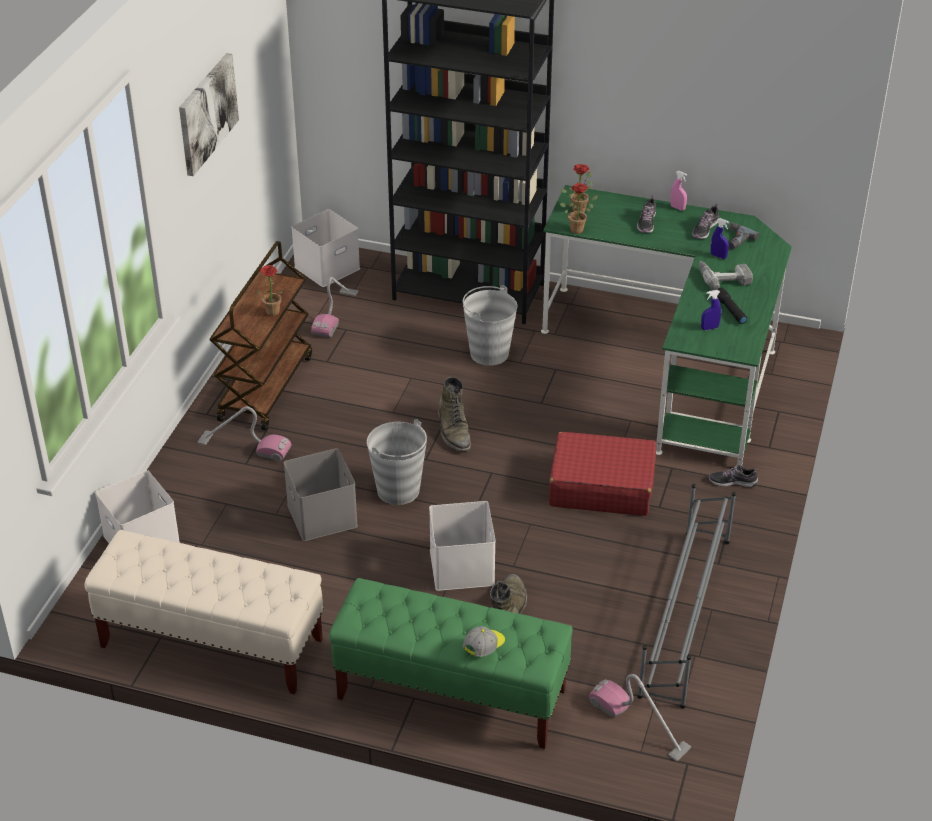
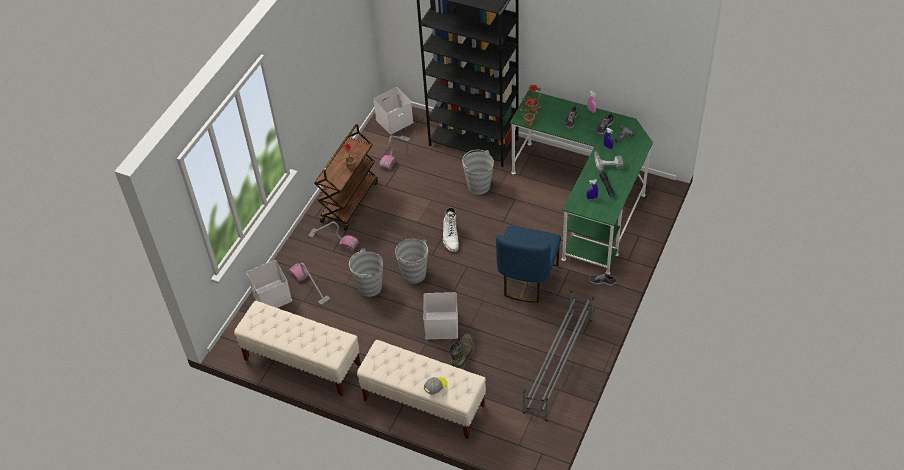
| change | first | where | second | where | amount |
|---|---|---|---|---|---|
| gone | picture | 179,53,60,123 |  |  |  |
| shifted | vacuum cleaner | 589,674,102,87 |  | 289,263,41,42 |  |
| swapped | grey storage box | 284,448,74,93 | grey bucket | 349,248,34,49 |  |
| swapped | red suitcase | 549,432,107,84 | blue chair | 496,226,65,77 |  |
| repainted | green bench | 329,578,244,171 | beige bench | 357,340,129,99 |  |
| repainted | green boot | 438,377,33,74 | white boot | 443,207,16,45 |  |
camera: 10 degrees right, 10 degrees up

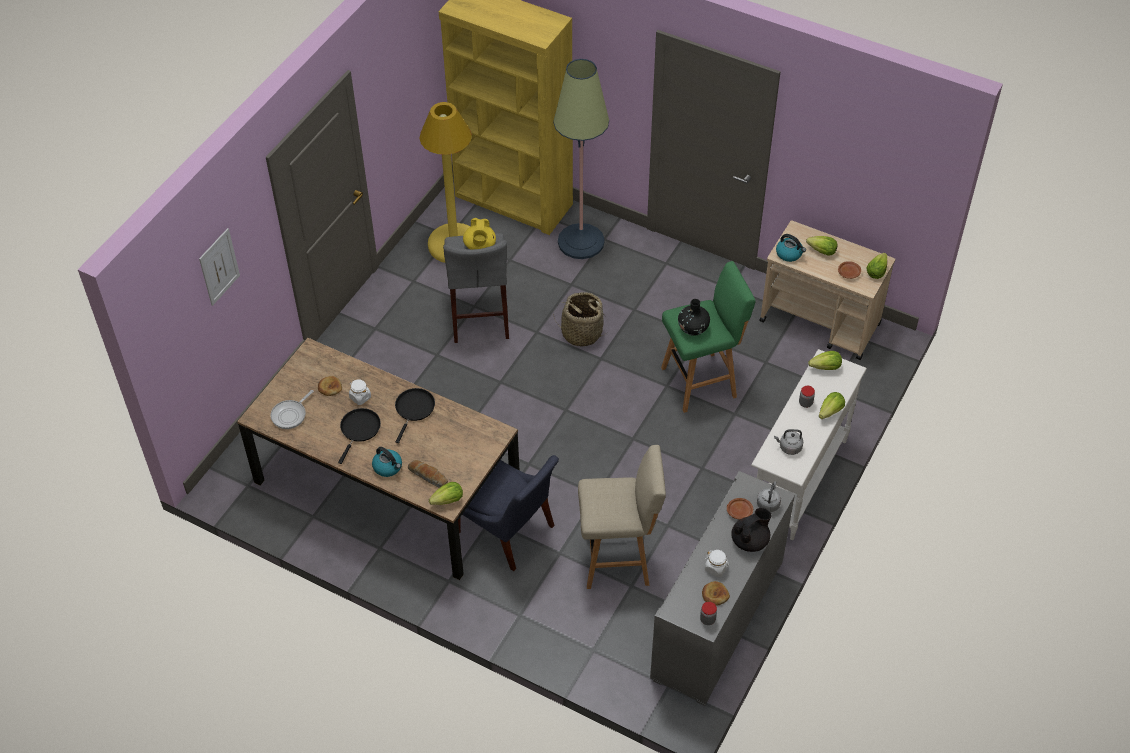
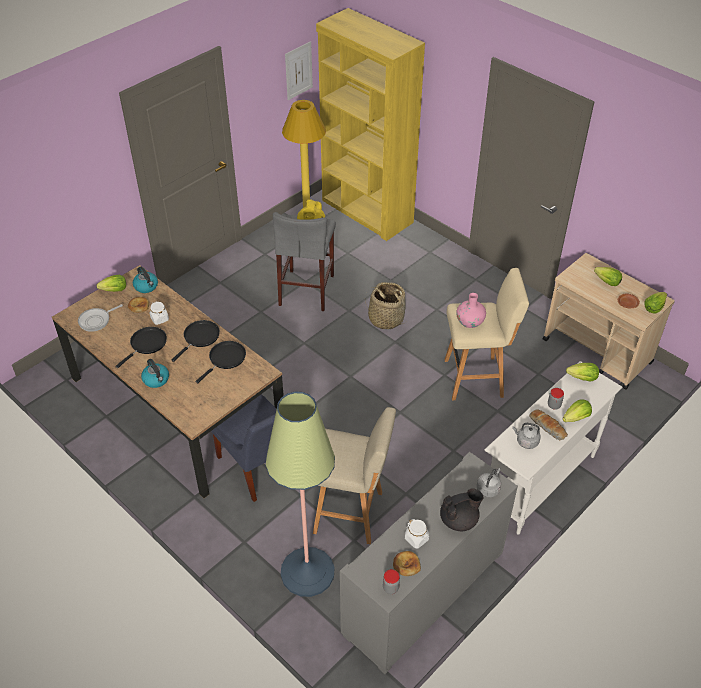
| change | first | where | second | where | amount |
|---|---|---|---|---|---|
| gone | brown plate | 727,498,26,22 |  |  |  |
| new |  |  | black frying pan | 196,341,50,42 |  |
| shifted | picture | 199,228,41,78 |  | 285,41,28,59 |  |
| shifted | bread | 408,460,40,28 |  | 529,410,39,30 |  |
| shifted | lettuce | 429,482,34,23 |  | 97,275,29,17 |  |
| shifted | floor lamp | 553,59,56,200 |  | 265,392,70,205 |  |
| shifted | kettle | 776,234,30,28 |  | 133,267,25,26 |  |
| repainted | green stool | 661,261,95,152 | beige stool | 444,268,85,132 |  |
| repainted | black vase | 678,299,32,37 | pink vase | 456,293,30,35 |  |
camera: 15 degrees right, 5 degrees down

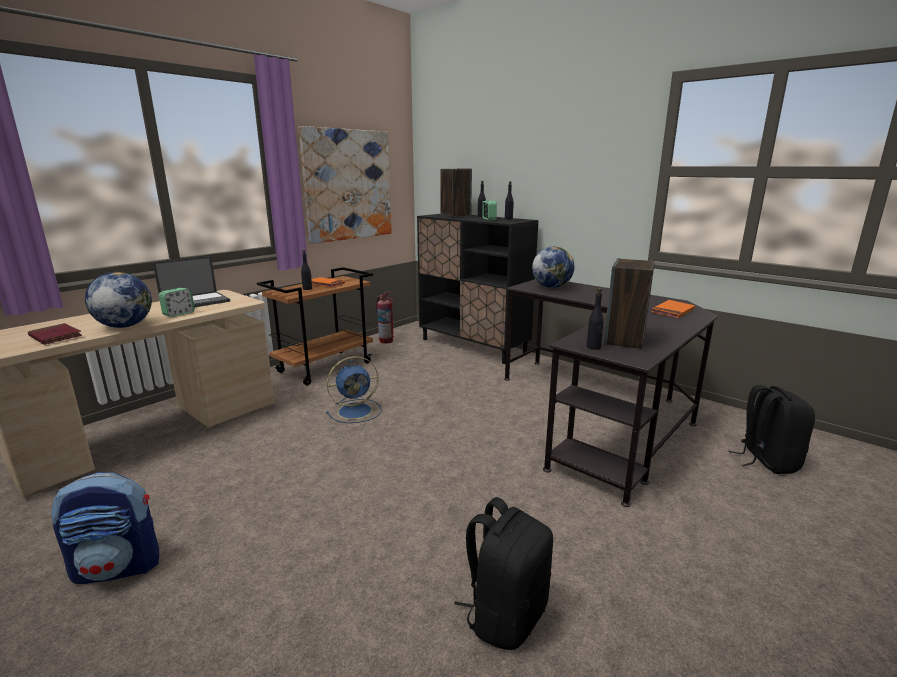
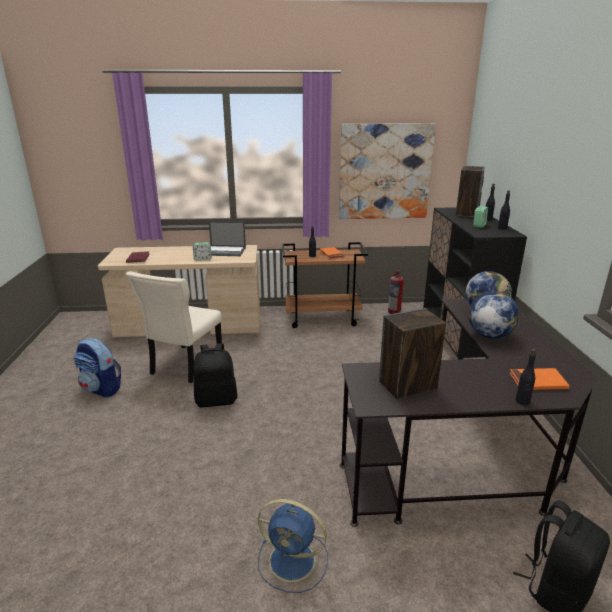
| change | first | where | second | where | amount |
|---|---|---|---|---|---|
| new |  |  | beige chair | 126,272,96,111 |  |
| shifted | globe | 85,272,67,56 |  | 468,291,51,48 |  |
| shifted | blue fan | 326,356,56,67 |  | 258,499,70,94 |  |
| shifted | black backpack | 454,497,99,153 |  | 194,343,44,65 |  |
| shifted | black bottle | 587,288,17,62 |  | 515,349,21,56 |  |
camera: 45 degrees right, 5 degrees up

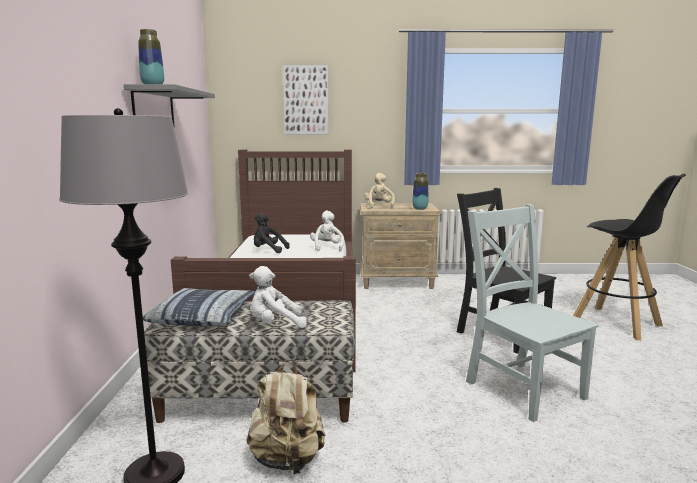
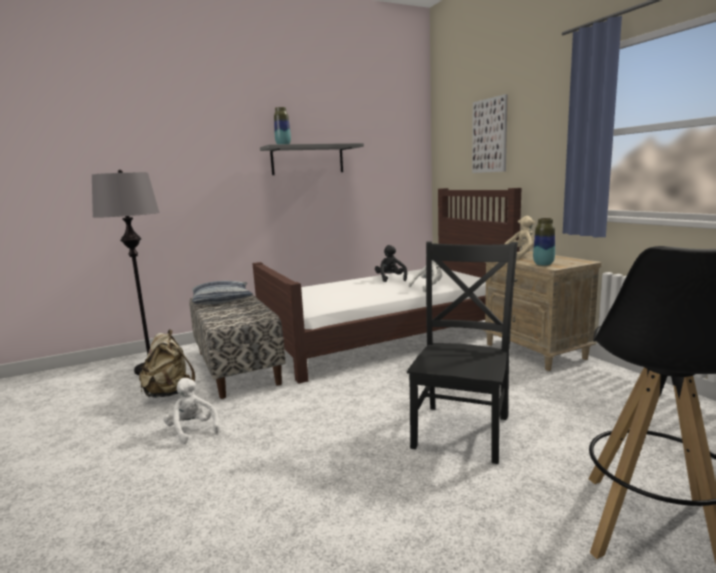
| change | first | where | second | where | amount |
|---|---|---|---|---|---|
| gone | grey chair | 466,204,133,218 |  |  |  |
| shifted | white plush toy | 249,266,58,62 |  | 163,378,56,66 |  |
camera: 65 degrees right, 0 degrees up

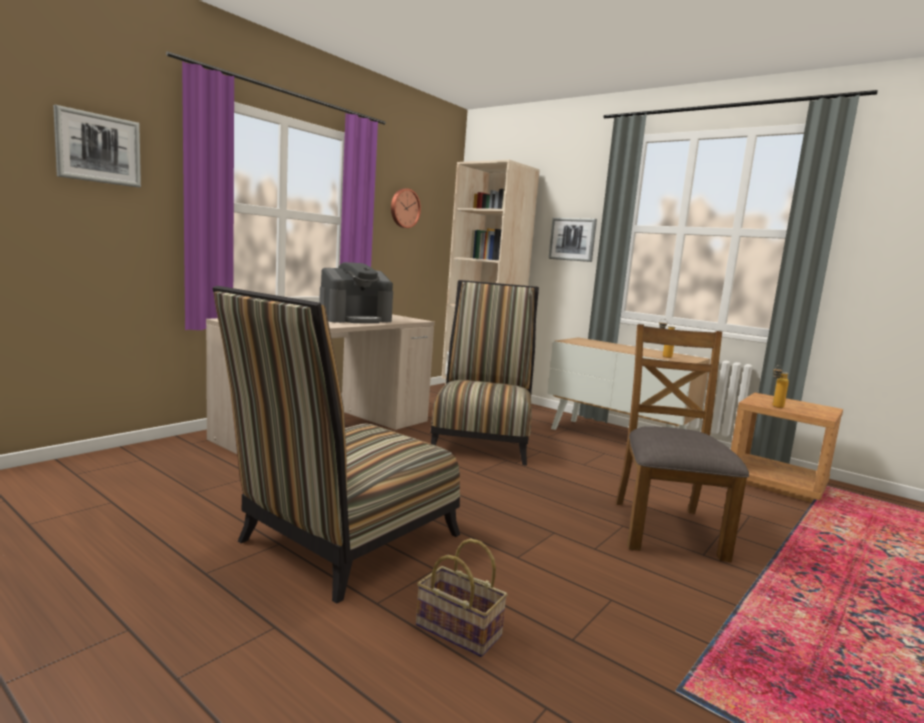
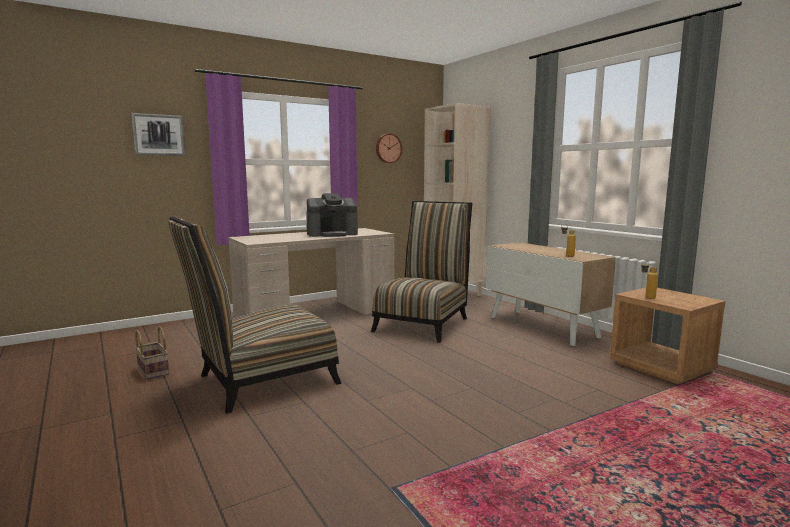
| change | first | where | second | where | amount |
|---|---|---|---|---|---|
| gone | picture | 548,218,49,44 |  |  |  |
| gone | brown chair | 616,324,133,238 |  |  |  |
| shifted | basket | 416,539,92,118 |  | 135,326,34,54 |  |
camera: 20 degrees right, 0 degrees up

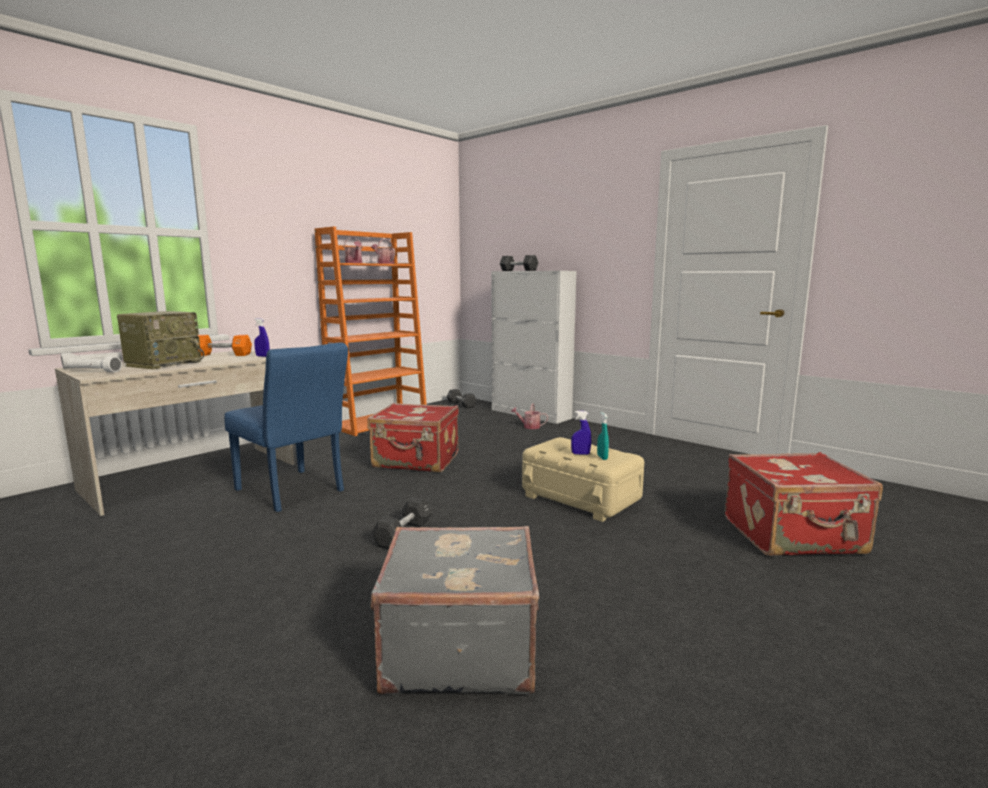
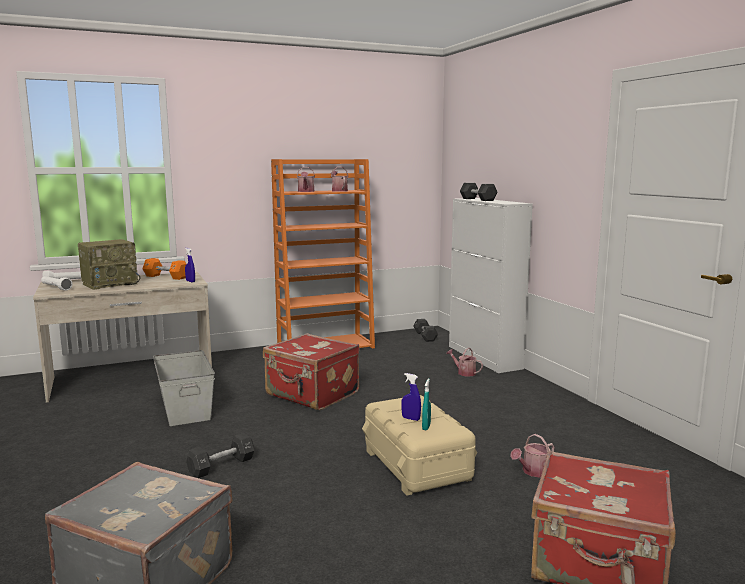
| change | first | where | second | where | amount |
|---|---|---|---|---|---|
| new |  |  | watering can | 510,434,45,44 |  |
| swapped | blue chair | 224,342,124,170 | grey storage box | 153,350,62,76 |  |
camera: 25 degrees right, 0 degrees up

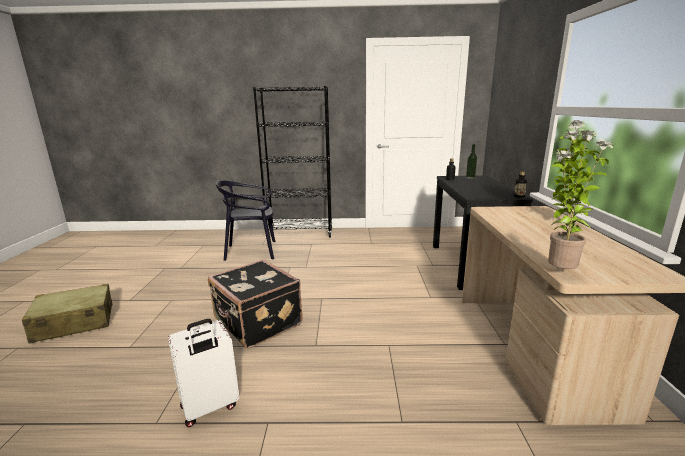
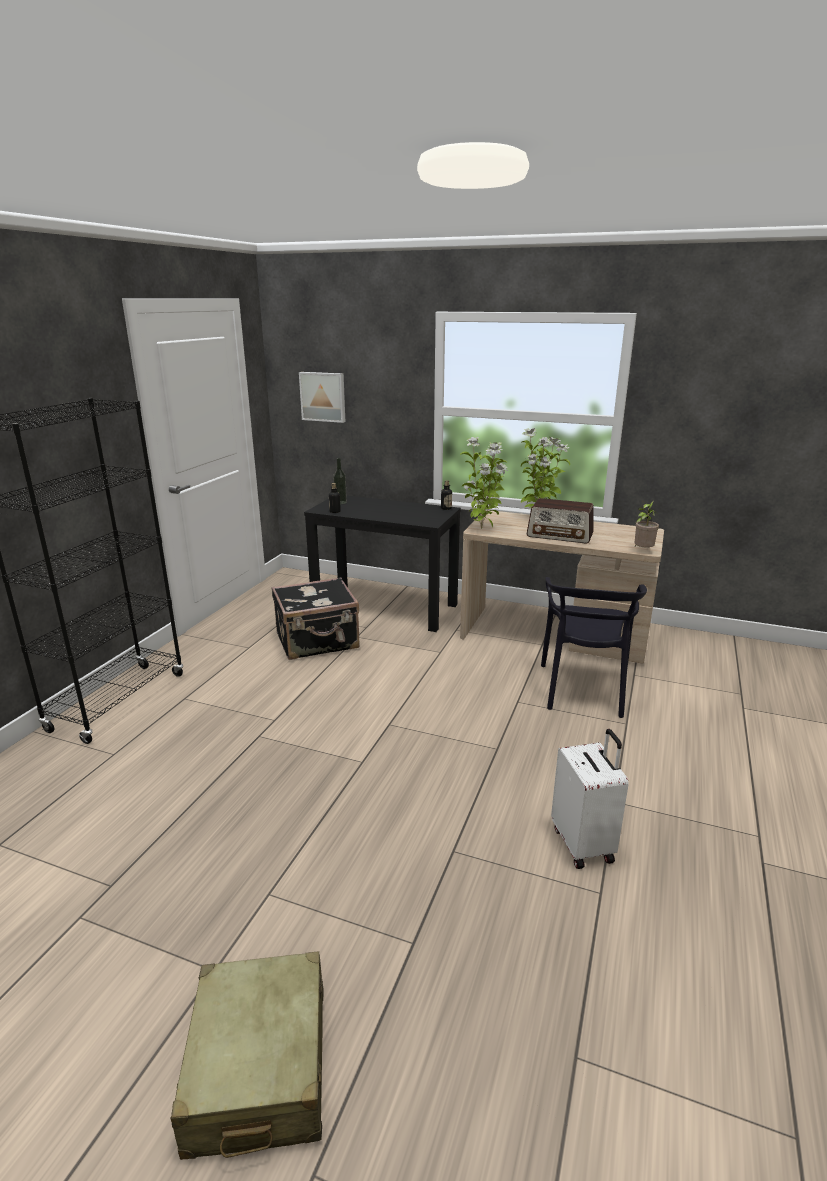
| change | first | where | second | where | amount |
|---|---|---|---|---|---|
| new |  |  | picture | 299,372,46,51 |  |
| new |  |  | potted plant | 460,437,48,92 |  |
| new |  |  | radio | 527,498,67,46 |  |
| shifted | black suitcase | 208,259,95,89 |  | 272,577,88,83 |  |
| shifted | black chair | 216,180,60,81 |  | 541,577,106,141 |  |
camera: 70 degrees left, 5 degrees up

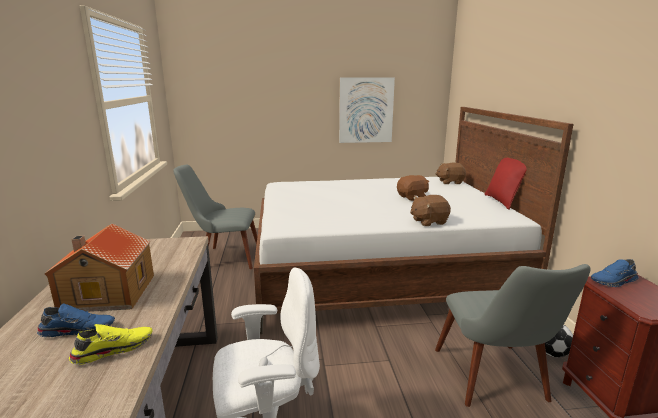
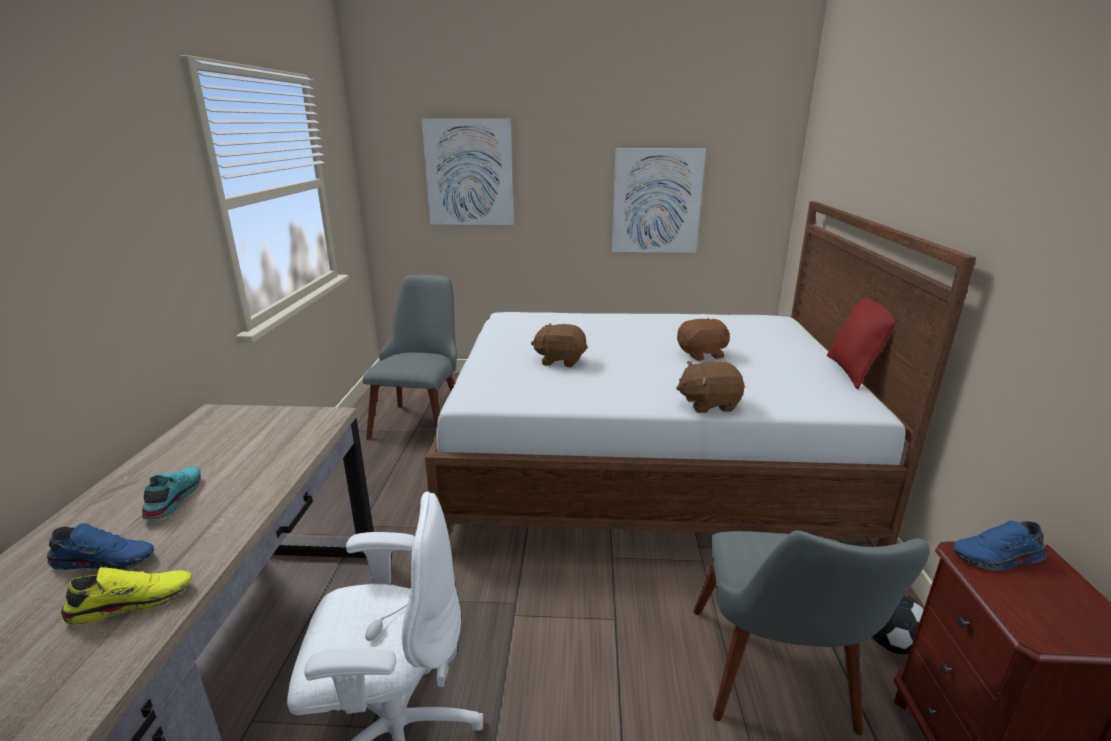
| change | first | where | second | where | amount |
|---|---|---|---|---|---|
| new |  |  | picture | 421,118,93,107 |  |
| shifted | brown plush toy | 435,163,31,21 |  | 531,323,57,44 |  |
| swapped | toy house | 44,223,110,89 | turquoise shoe | 142,466,59,55 |  |
| rotated | grey chair | 173,165,85,104 |  | 363,275,94,165 | 90 degrees clockwise |
camera: 10 degrees right, 5 degrees up

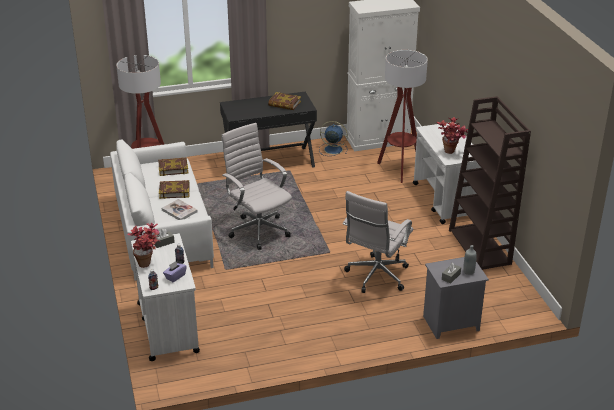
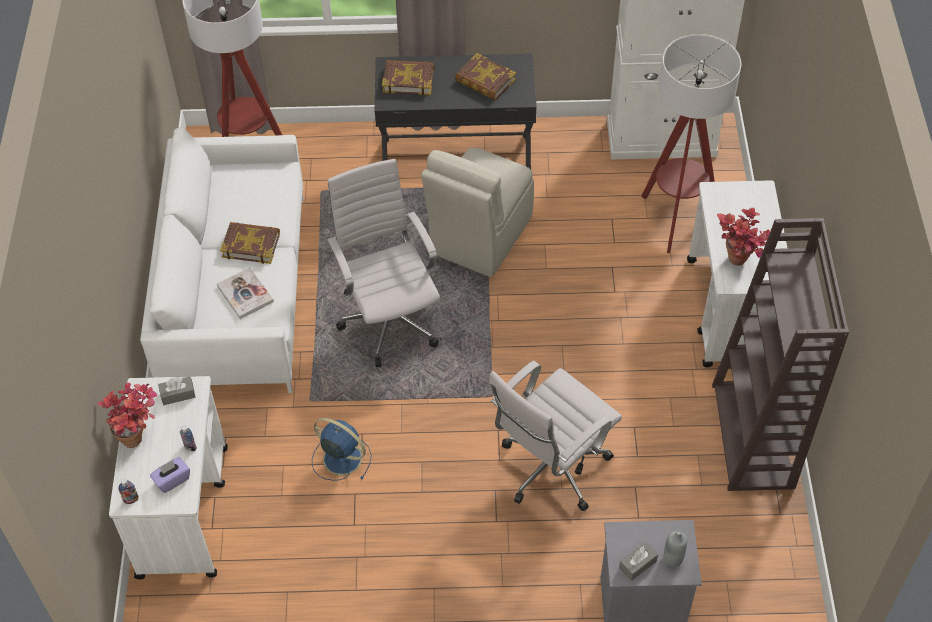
| change | first | where | second | where | amount |
|---|---|---|---|---|---|
| new |  |  | beige chair | 421,147,113,130 |  |
| shifted | book | 158,157,30,19 |  | 382,60,52,36 |  |
| shifted | blue fan | 319,121,29,35 |  | 312,418,60,63 |  |
camera: 15 degrees right, 20 degrees up

